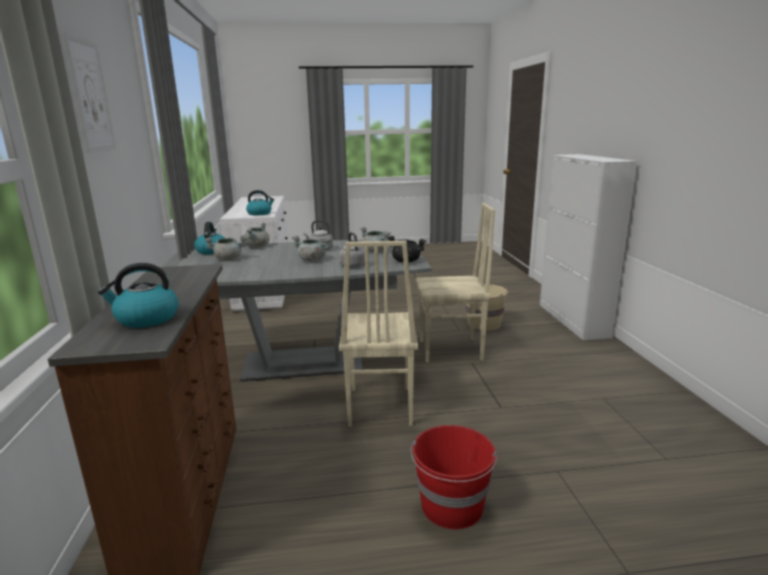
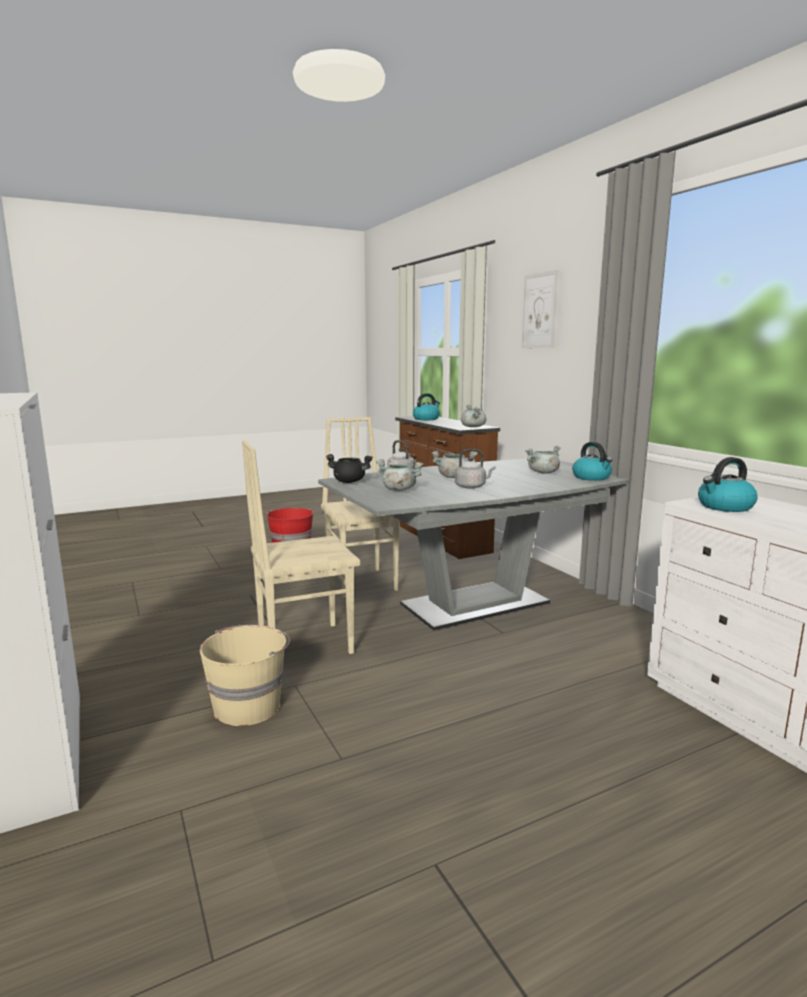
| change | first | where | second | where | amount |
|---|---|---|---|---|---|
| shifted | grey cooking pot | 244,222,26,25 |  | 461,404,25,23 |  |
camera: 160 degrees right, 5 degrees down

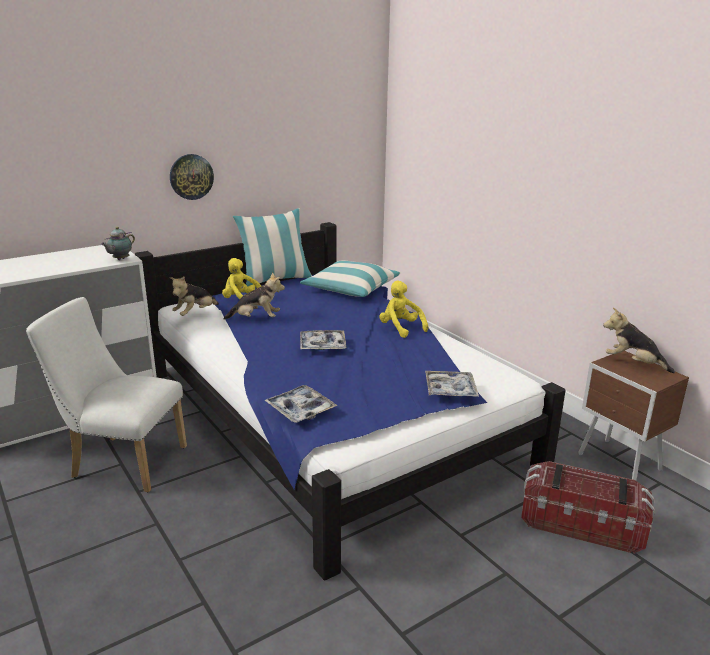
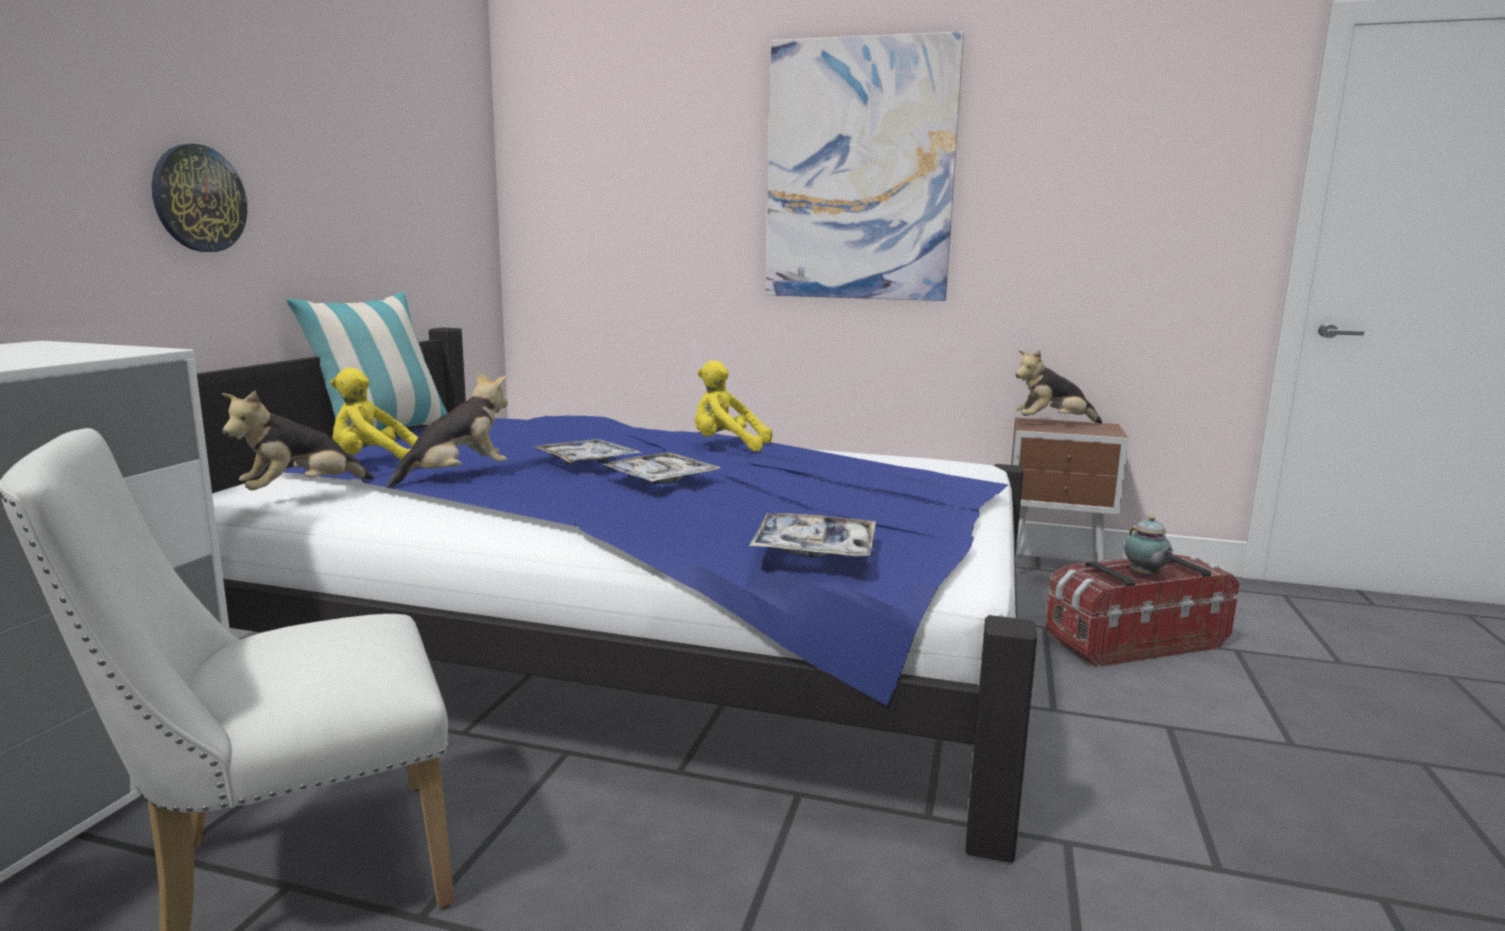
| change | first | where | second | where | amount |
|---|---|---|---|---|---|
| gone | pillow | 300,260,100,37 |  |  |  |
| new |  |  | picture | 766,31,198,270 |  |
| shifted | teapot | 101,227,34,33 |  | 1124,516,50,61 |  |
| shifted | tray | 425,371,54,26 |  | 532,439,109,25 |  |
| rotated | plush toy | 170,276,49,40 |  | 222,390,152,100 | 45 degrees clockwise |
camera: 40 degrees left, 10 degrees down

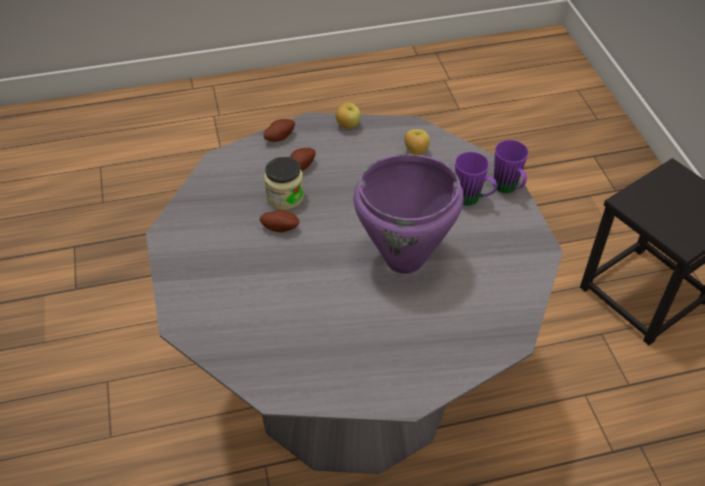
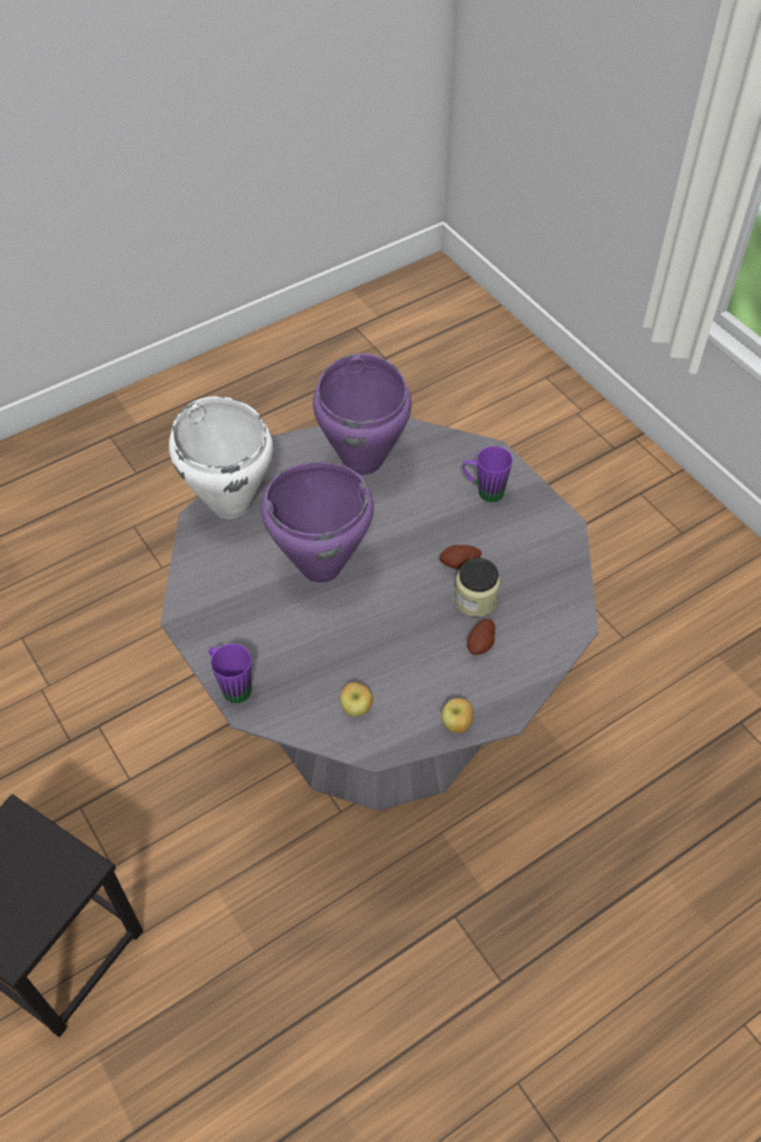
| change | first | where | second | where | amount |
|---|---|---|---|---|---|
| gone | potato | 263,119,32,23 |  |  |  |
| new |  |  | white cooking pot | 169,396,104,123 |  |
| new |  |  | purple cooking pot | 313,353,99,122 |  |
| shifted | purple mug | 455,152,42,54 |  | 462,446,51,56 |  |
camera: 160 degrees right, 5 degrees up

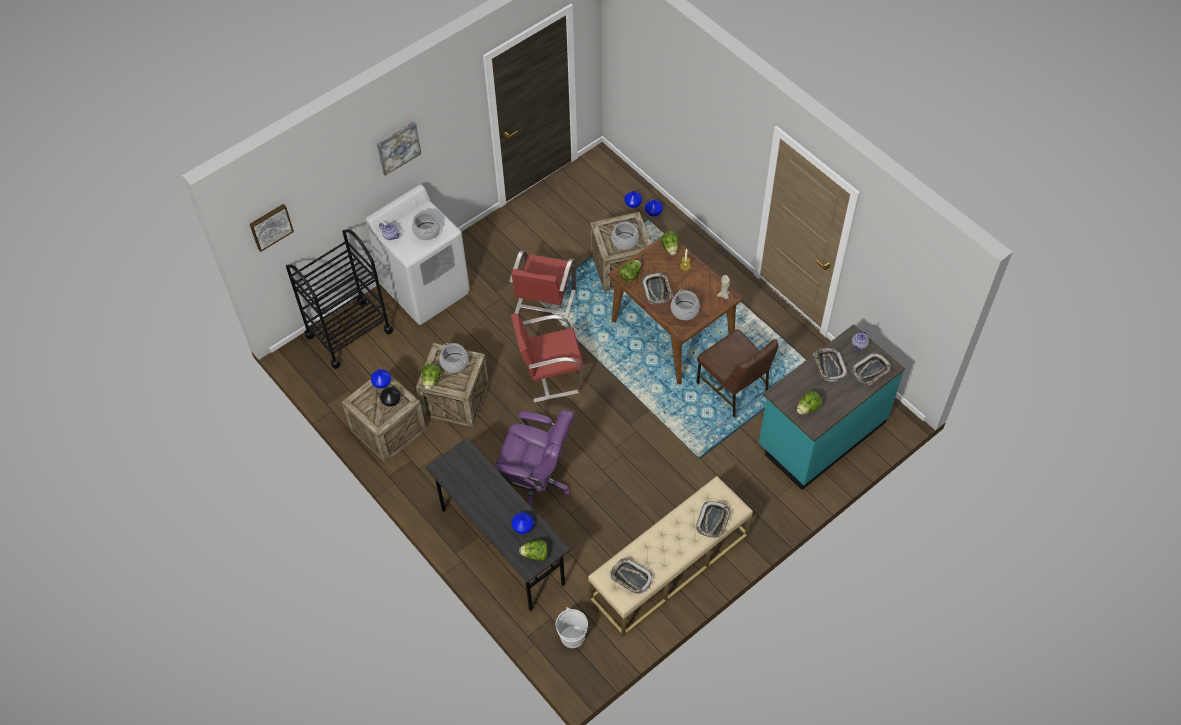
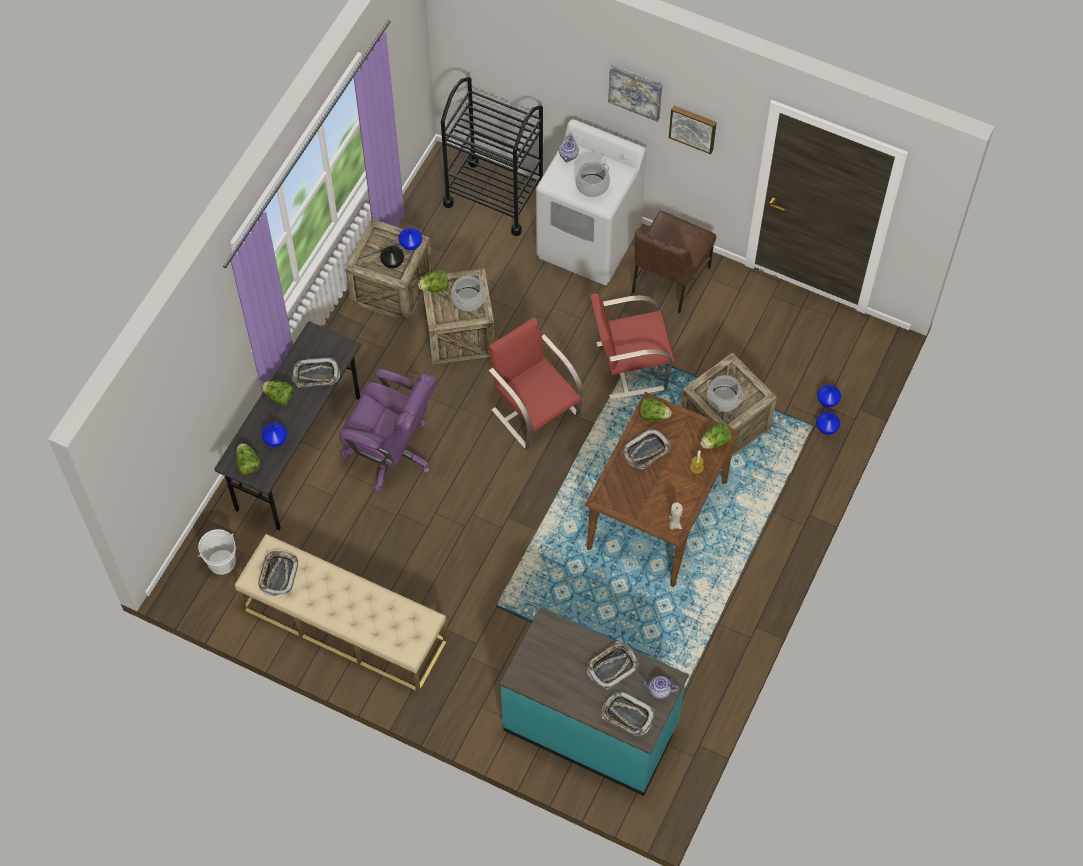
| change | first | where | second | where | amount |
|---|---|---|---|---|---|
| gone | cooking pot | 671,289,29,31 |  |  |  |
| shifted | picture | 250,204,44,48 |  | 669,105,48,49 |  |
| shifted | tray | 696,501,35,37 |  | 292,357,48,30 |  |
| shifted | brown chair | 697,329,81,88 |  | 632,211,84,103 |  |
| shifted | lettuce | 797,391,25,24 |  | 262,381,31,25 |  |
| rotated | purple office chair | 494,410,80,97 |  | 339,369,98,123 | 60 degrees counterclockwise |
camera: 65 degrees right, 5 degrees up

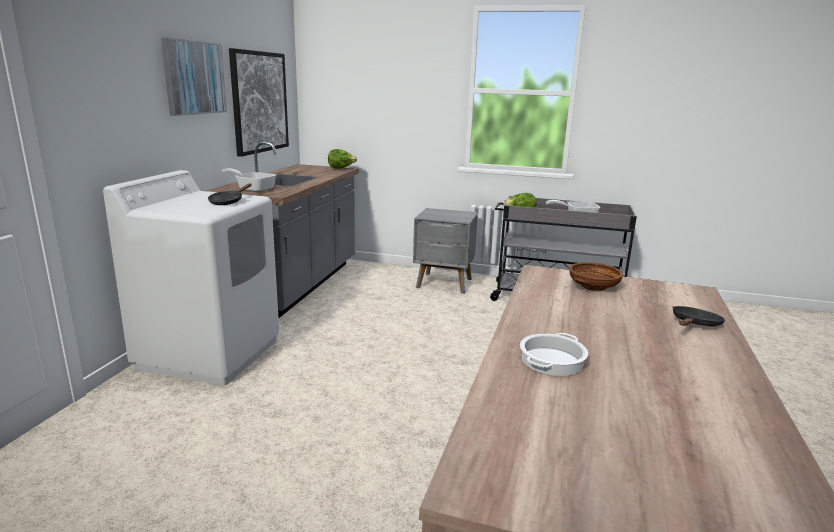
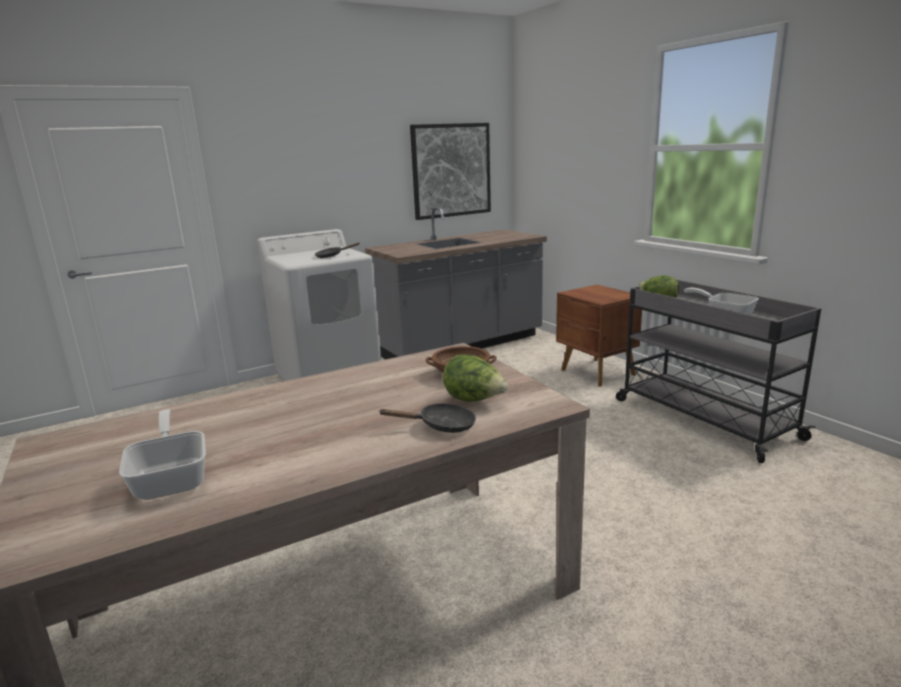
| change | first | where | second | where | amount |
|---|---|---|---|---|---|
| gone | picture | 161,37,66,79 |  |  |  |
| gone | cooking pot | 520,333,68,43 |  |  |  |
| shifted | frying pan | 222,168,54,24 |  | 119,409,87,91 |  |
| shifted | lettuce | 328,149,29,20 |  | 443,355,65,46 |  |
| repainted | grey nightstand | 413,208,65,86 | brown nightstand | 556,285,86,101 |  |
camera: 45 degrees right, 0 degrees up

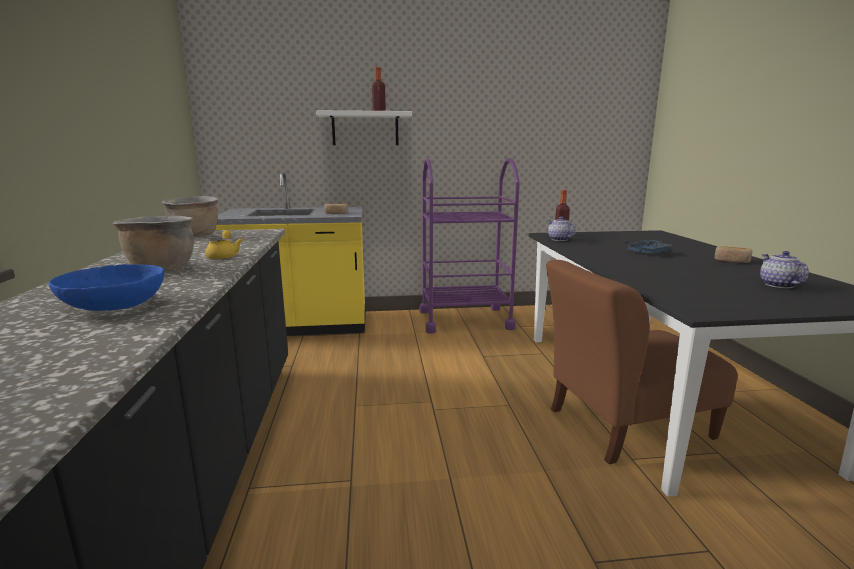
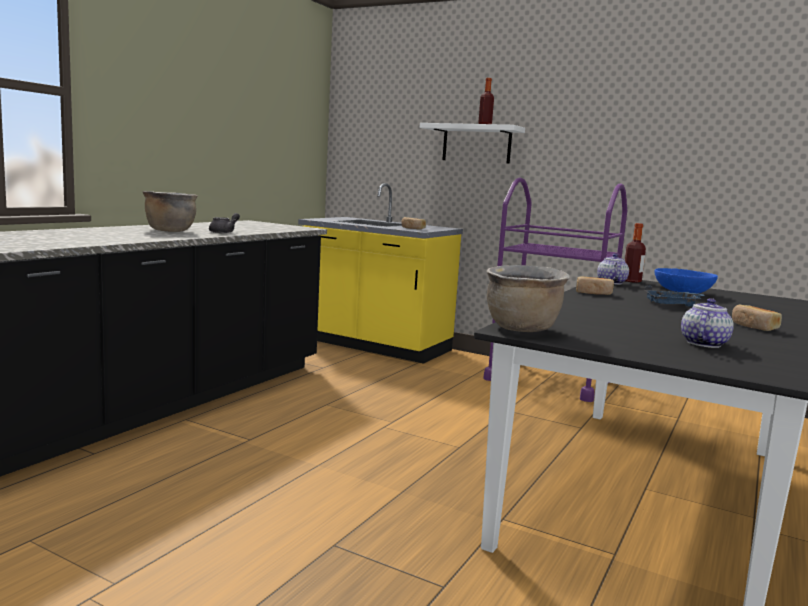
| change | first | where | second | where | amount |
|---|---|---|---|---|---|
| gone | brown chair | 546,260,192,204 |  |  |  |
| new |  |  | bread | 576,276,38,19 |  |
| shifted | blue bowl | 49,264,115,47 |  | 654,268,64,25 |  |
| shifted | brown cooking pot | 162,196,56,41 |  | 487,265,83,67 |  |
| repainted | yellow teapot | 205,230,38,29 | grey teapot | 209,213,31,20 |  |
camera: 35 degrees right, 5 degrees down

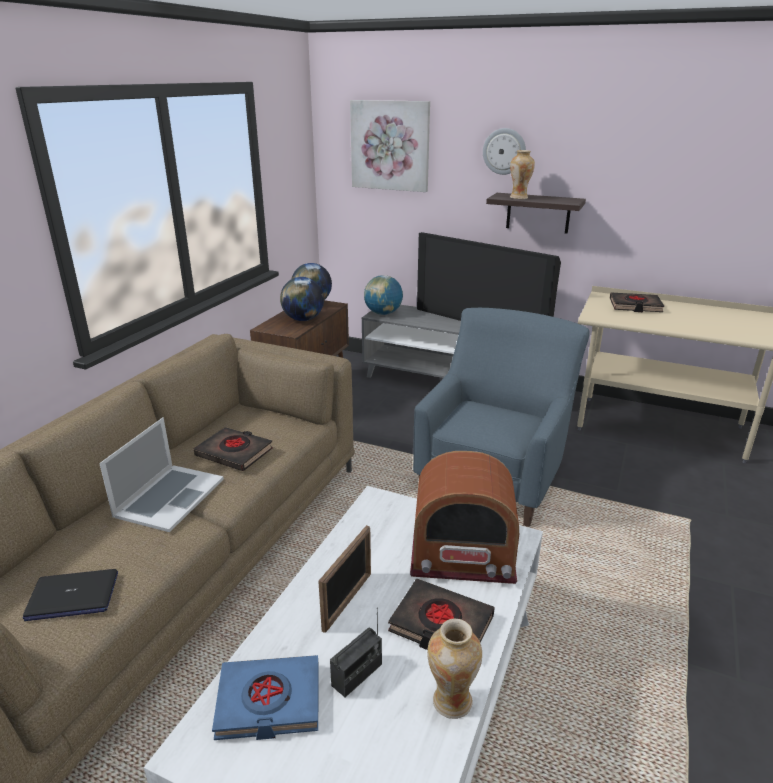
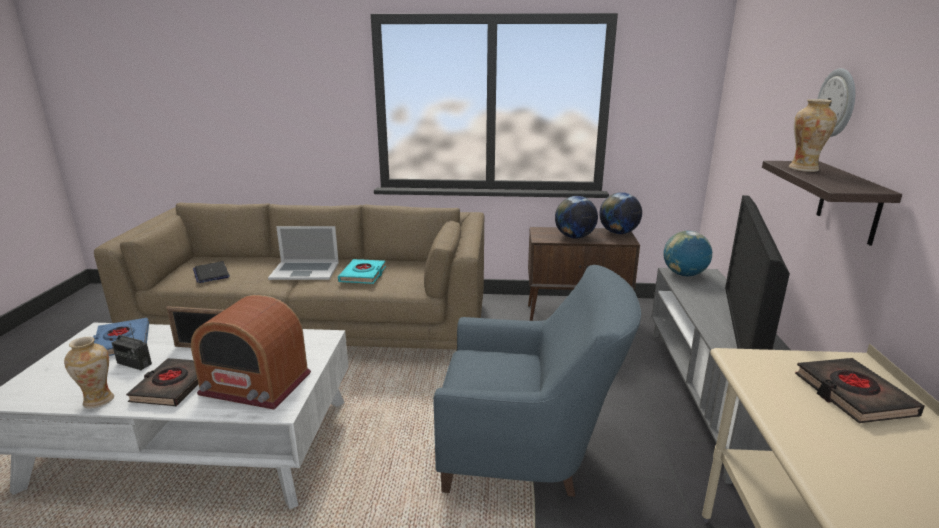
| change | first | where | second | where | amount |
|---|---|---|---|---|---|
| gone | picture | 350,100,80,92 |  |  |  |
| repainted | black book | 194,427,79,44 | turquoise book | 338,259,48,25 |  |
| rotated | radio | 410,451,109,133 |  | 191,295,120,115 | 60 degrees counterclockwise |
camera: 70 degrees right, 5 degrees down

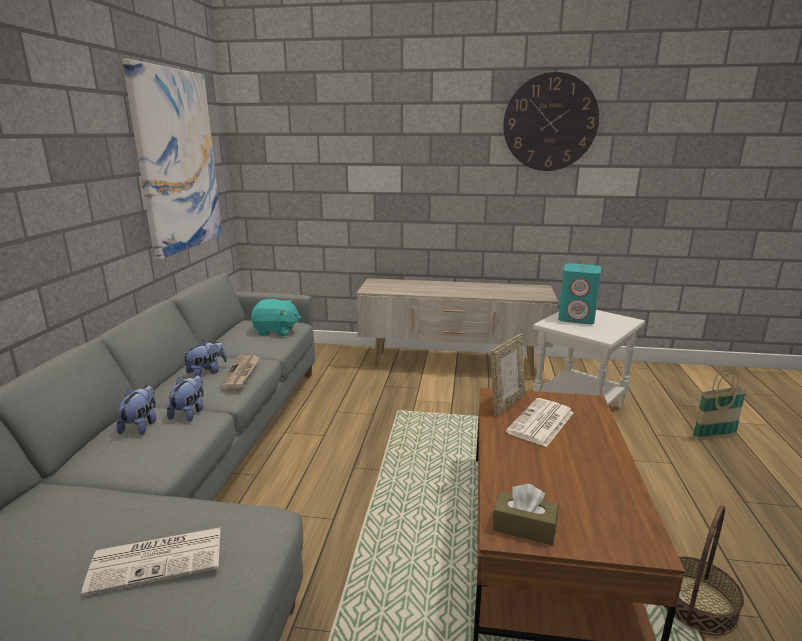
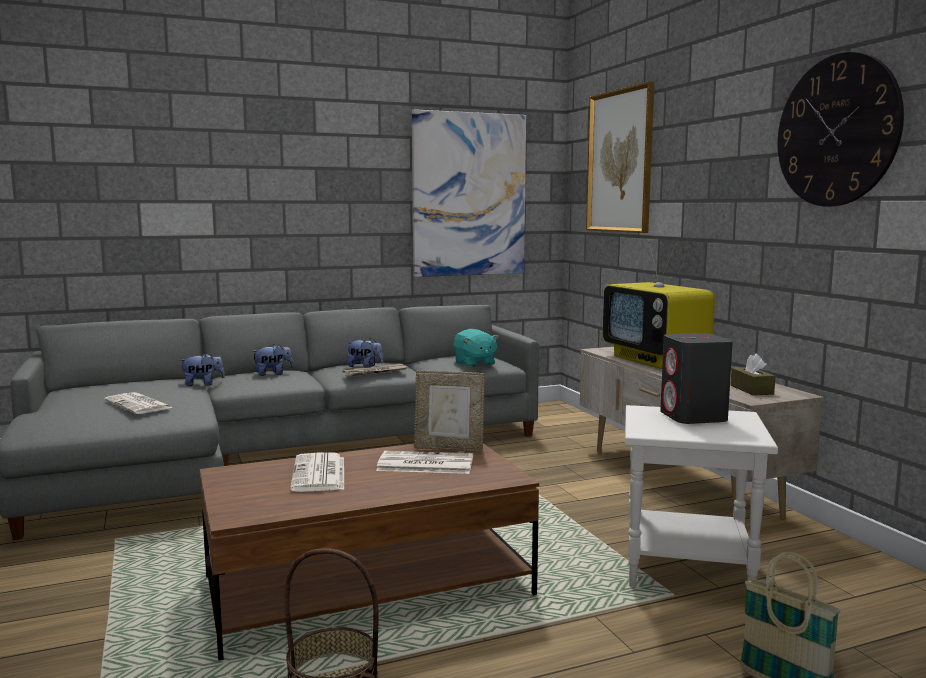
| change | first | where | second | where | amount |
|---|---|---|---|---|---|
| new |  |  | newspaper | 290,452,54,40 |  |
| new |  |  | picture | 586,82,68,151 |  |
| new |  |  | television | 603,241,112,128 |  |
| shifted | plush toy | 167,375,37,47 |  | 179,353,46,33 |  |
| shifted | brown tissue box | 492,484,66,61 |  | 731,354,45,42 |  |
| repainted | turquoise speaker | 558,263,43,62 | grey speaker | 660,333,73,91 |  |
camera: 60 degrees right, 10 degrees down

